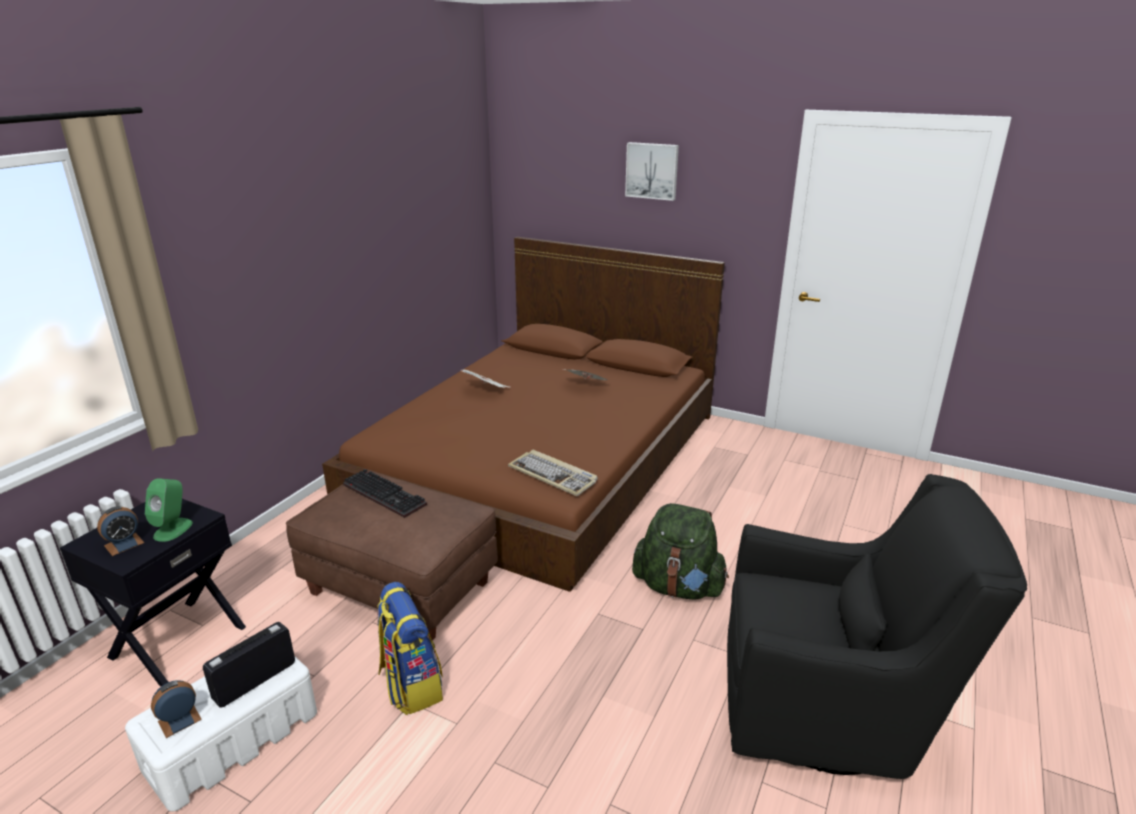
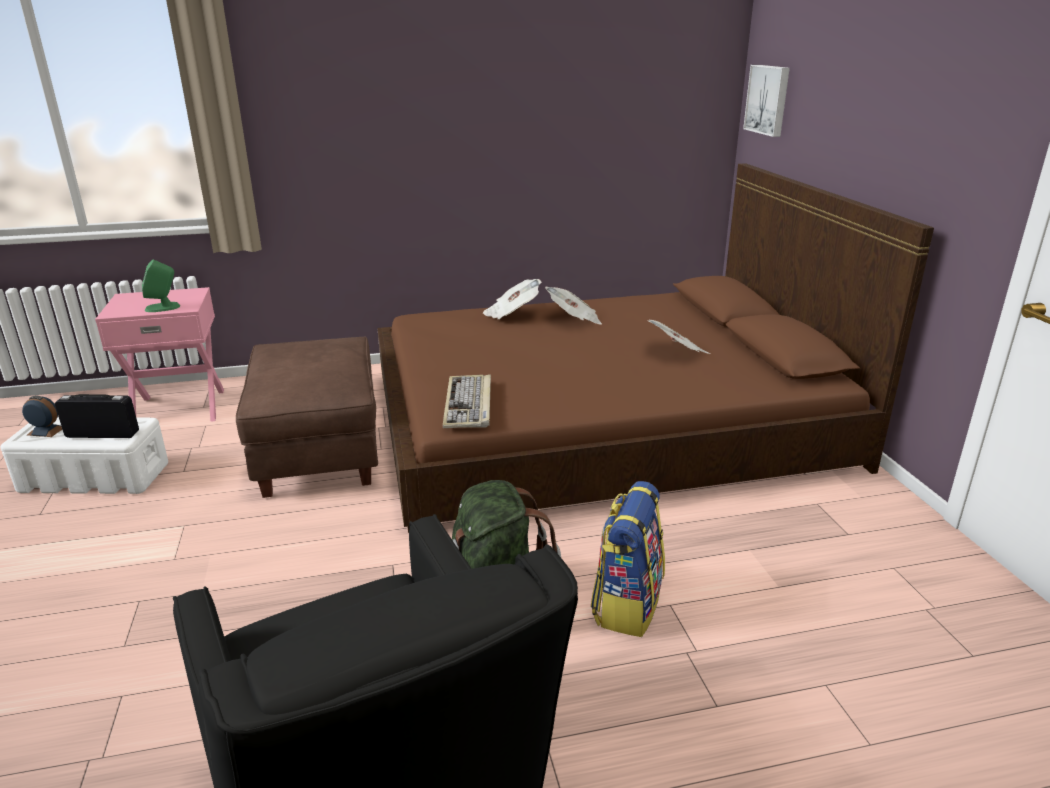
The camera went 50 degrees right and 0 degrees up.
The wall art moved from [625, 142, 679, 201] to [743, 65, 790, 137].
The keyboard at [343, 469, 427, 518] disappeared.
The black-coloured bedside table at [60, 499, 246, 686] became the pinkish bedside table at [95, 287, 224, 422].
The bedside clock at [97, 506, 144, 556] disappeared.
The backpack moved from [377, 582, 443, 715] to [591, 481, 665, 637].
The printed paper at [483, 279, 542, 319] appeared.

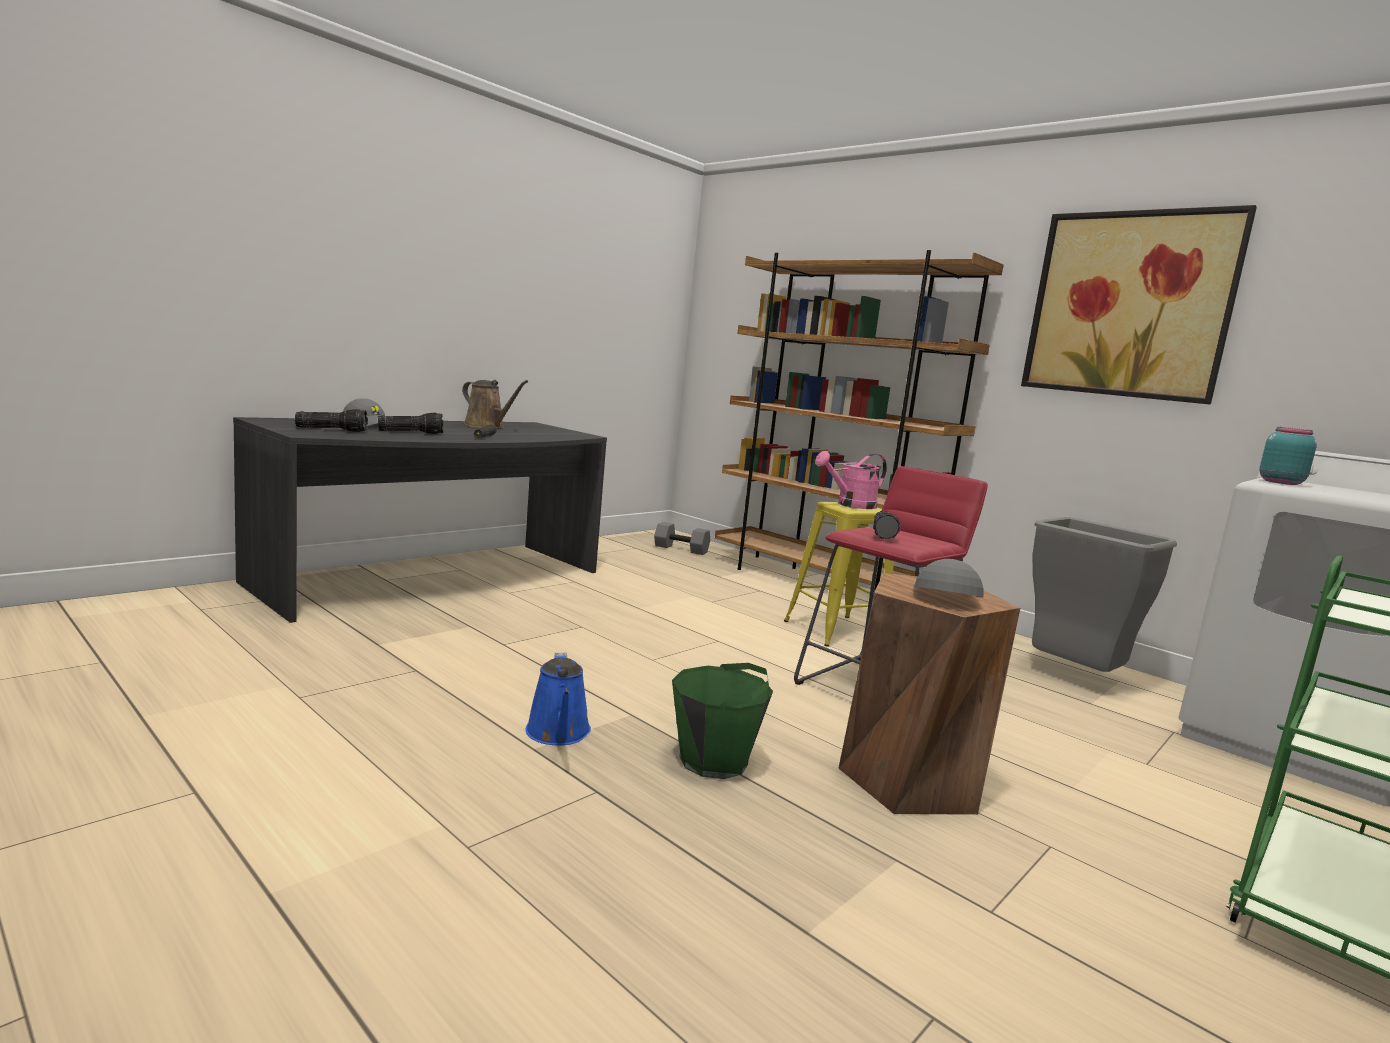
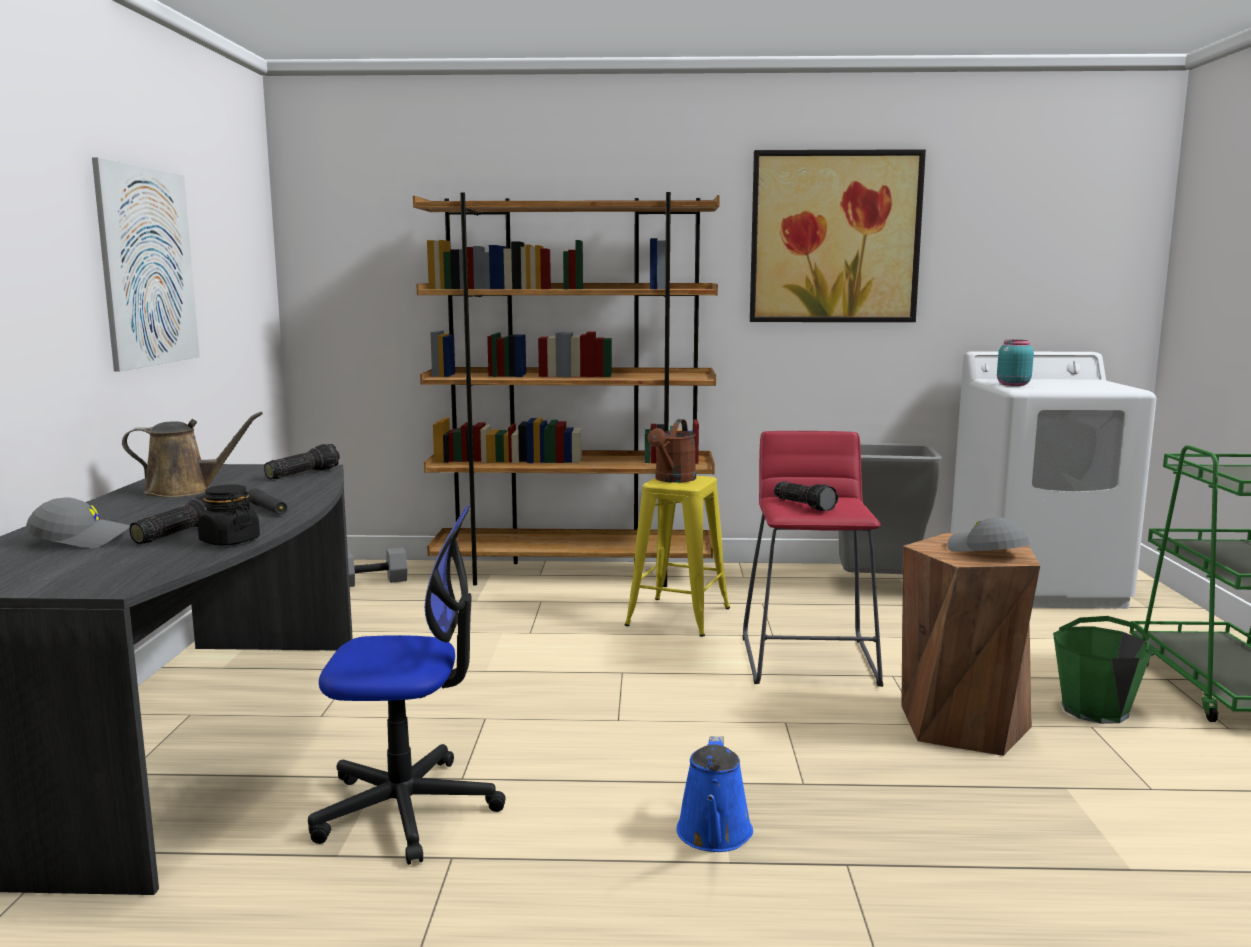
The camera went 40 degrees left and 0 degrees up.
The torch moved from [295, 409, 368, 432] to [264, 444, 340, 479].
The pinkish sprinkling can at [815, 451, 887, 509] became the brownish sprinkling can at [648, 419, 696, 483].
The bluish sprinkling can at [525, 653, 591, 745] turned 60 degrees clockwise.
The green water bucket moved from [672, 663, 773, 779] to [1053, 616, 1153, 724].
The wall art at [92, 157, 200, 372] appeared.
The black-coloured preserve jar at [198, 484, 260, 546] appeared.
The desk chair at [308, 505, 506, 865] appeared.

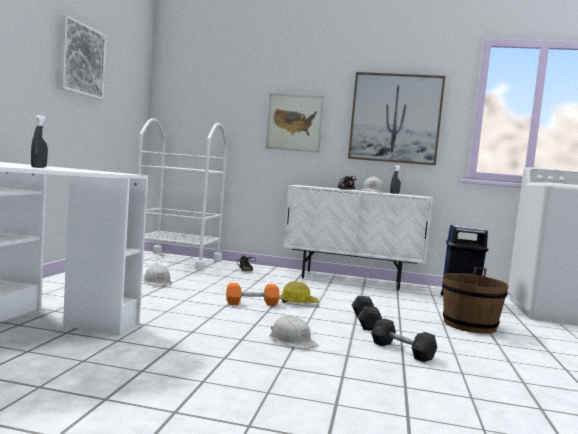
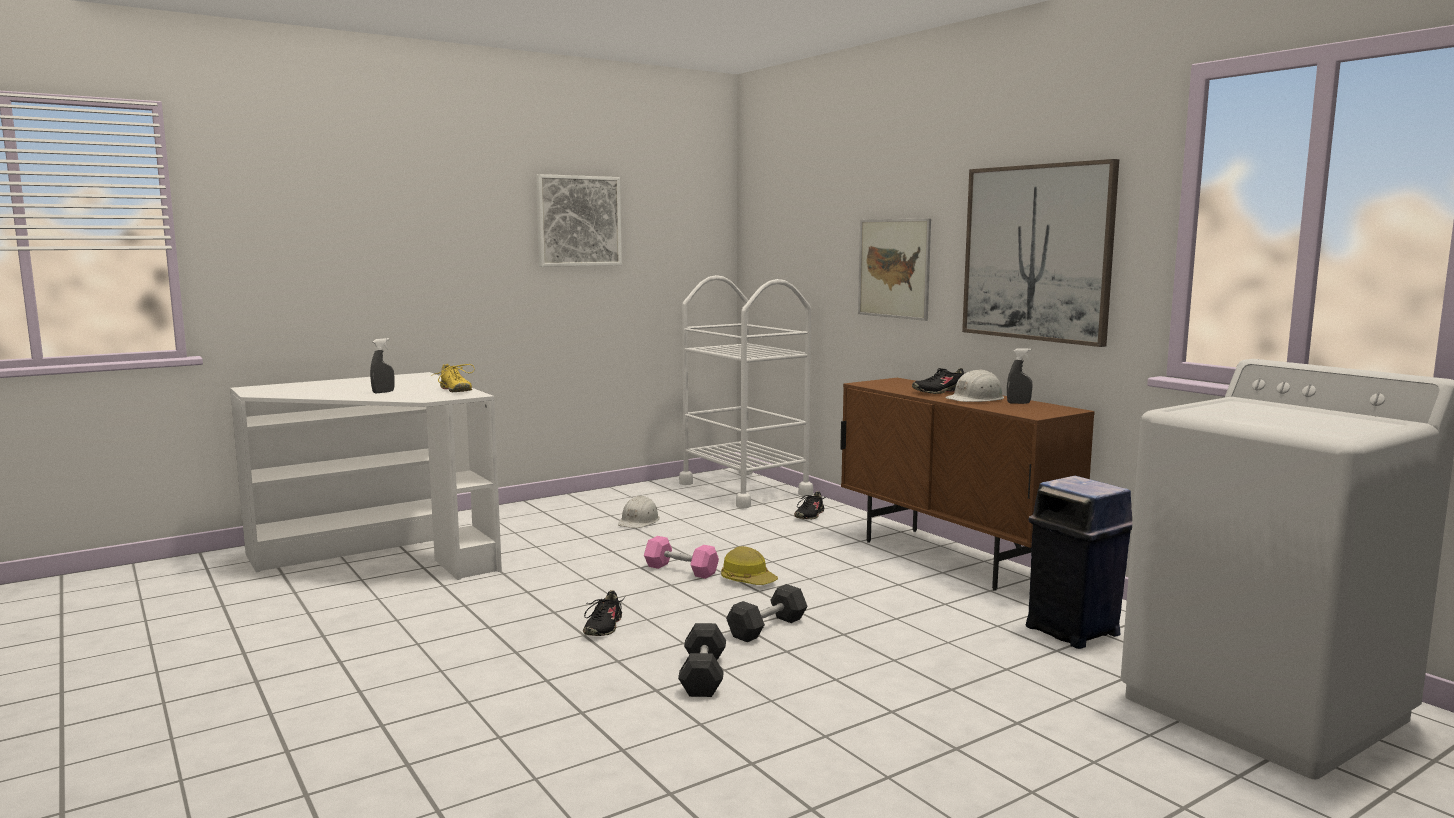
The camera went 45 degrees right and 5 degrees up.
The white cupboard at [283, 185, 433, 290] became the brownish cupboard at [840, 378, 1095, 591].
The brownish water bucket at [442, 267, 509, 334] disappeared.
The orange-coloured free weight at [226, 283, 279, 306] became the pinkish free weight at [644, 536, 719, 579].
The white work helmet at [269, 315, 318, 349] was replaced by the black-coloured item of footwear at [583, 590, 626, 636].
The yellowish item of footwear at [431, 364, 475, 392] appeared.

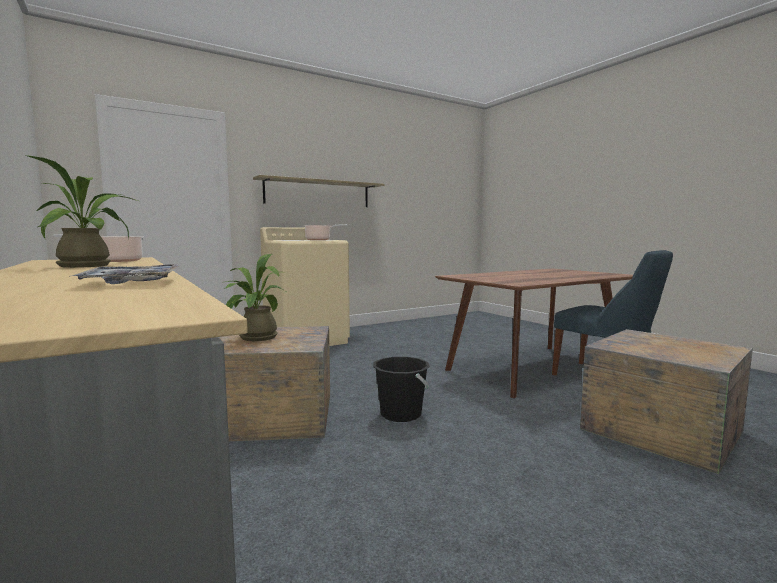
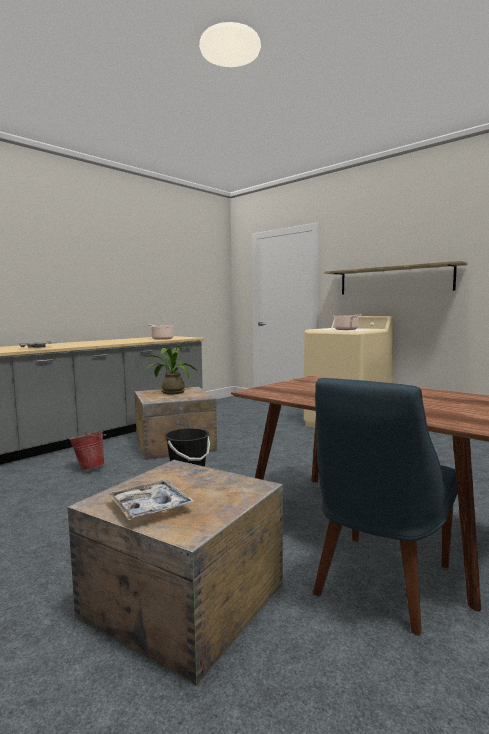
The camera went 75 degrees right and 0 degrees up.
The potted plant at [26, 155, 138, 268] disappeared.
The water bucket at [69, 431, 106, 470] appeared.
The tray at [107, 480, 195, 520] appeared.

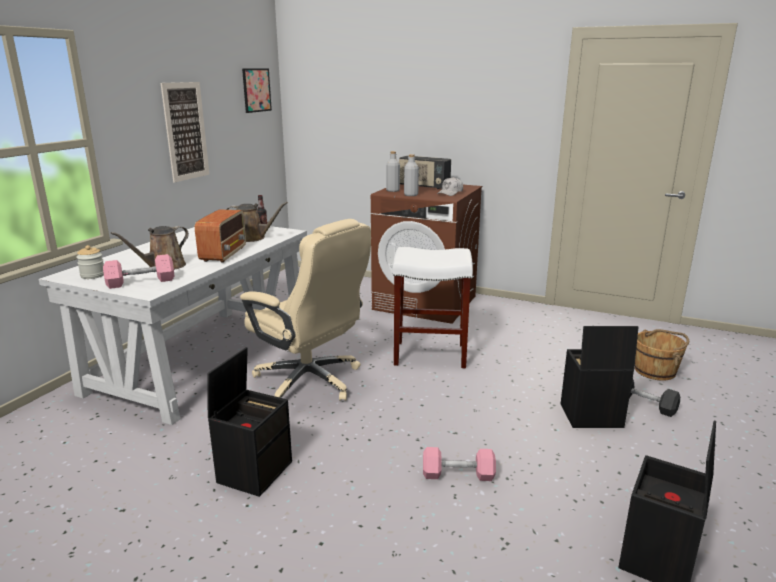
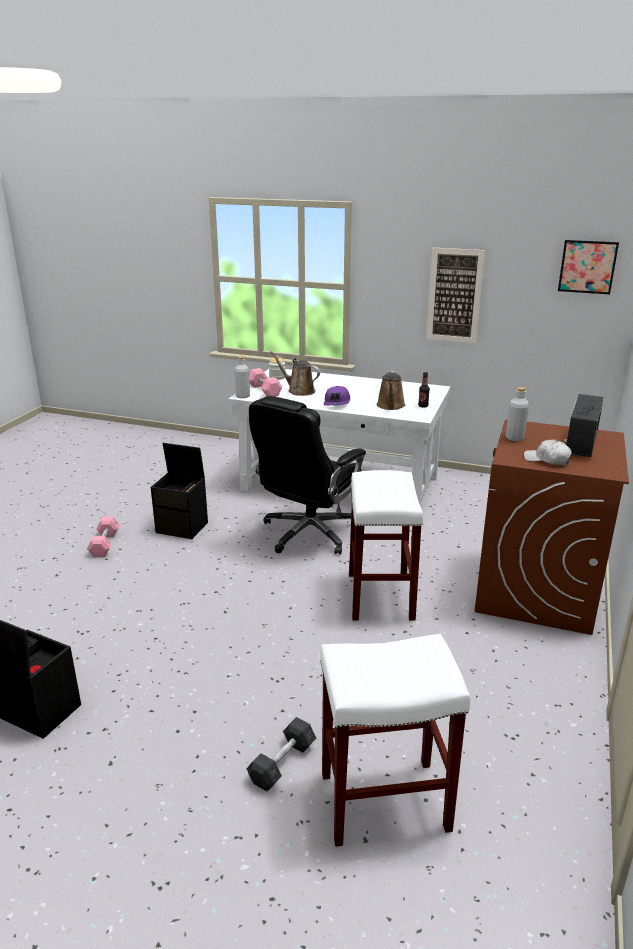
The camera went 85 degrees right and 5 degrees up.
The gray beverage bottle moved from [386, 151, 400, 192] to [235, 356, 250, 398].
The radio at [195, 209, 246, 263] was replaced by the purple cap at [324, 386, 350, 406].
The beige desk chair at [240, 219, 371, 401] became the black-coloured desk chair at [249, 396, 366, 555].
The black-coloured storage container at [561, 326, 639, 428] disappeared.
The brownish water bucket at [635, 329, 689, 381] was replaced by the white sitting stool at [320, 634, 471, 847].
The pinkish free weight moved from [423, 447, 496, 481] to [87, 517, 120, 557].

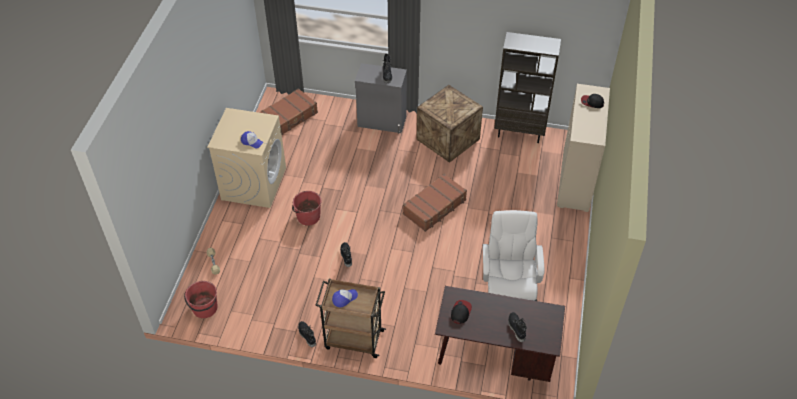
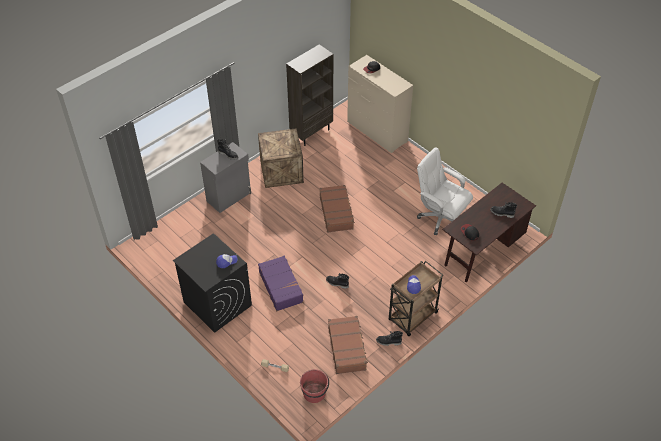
The camera went 55 degrees left and 0 degrees up.
The brownish suitcase moved from [259, 88, 318, 135] to [328, 316, 368, 374].
The beige washing machine at [207, 108, 286, 208] became the black-coloured washing machine at [173, 233, 252, 333].
The red water bucket at [292, 191, 321, 226] was replaced by the purple suitcase at [258, 256, 304, 311].

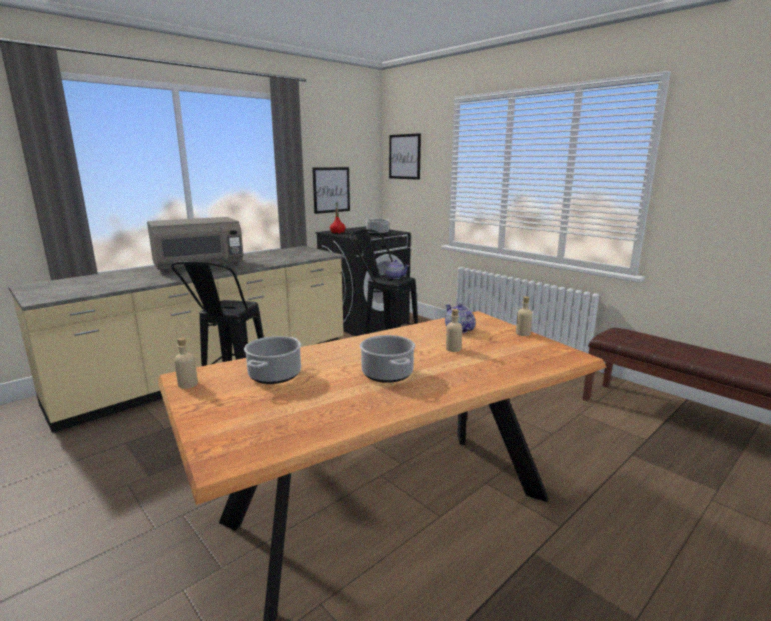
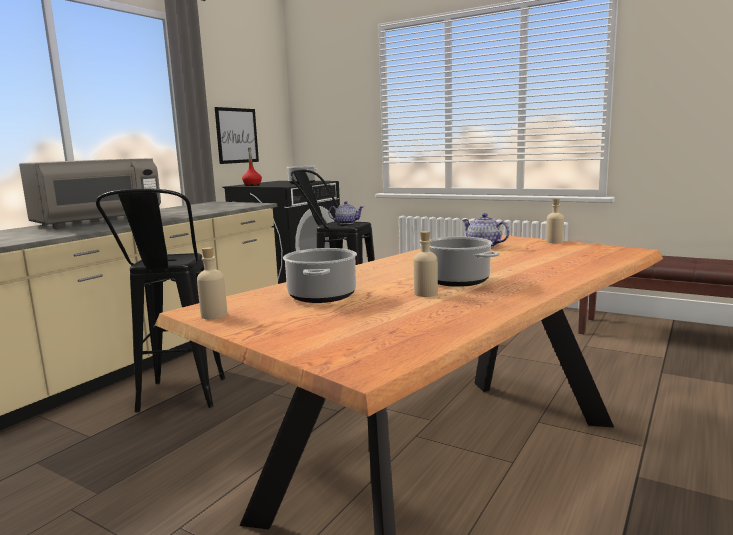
The camera went 15 degrees left and 5 degrees down.
The wall art at [389, 133, 421, 180] disappeared.
The beige beverage bottle moved from [446, 309, 462, 352] to [414, 231, 438, 297].

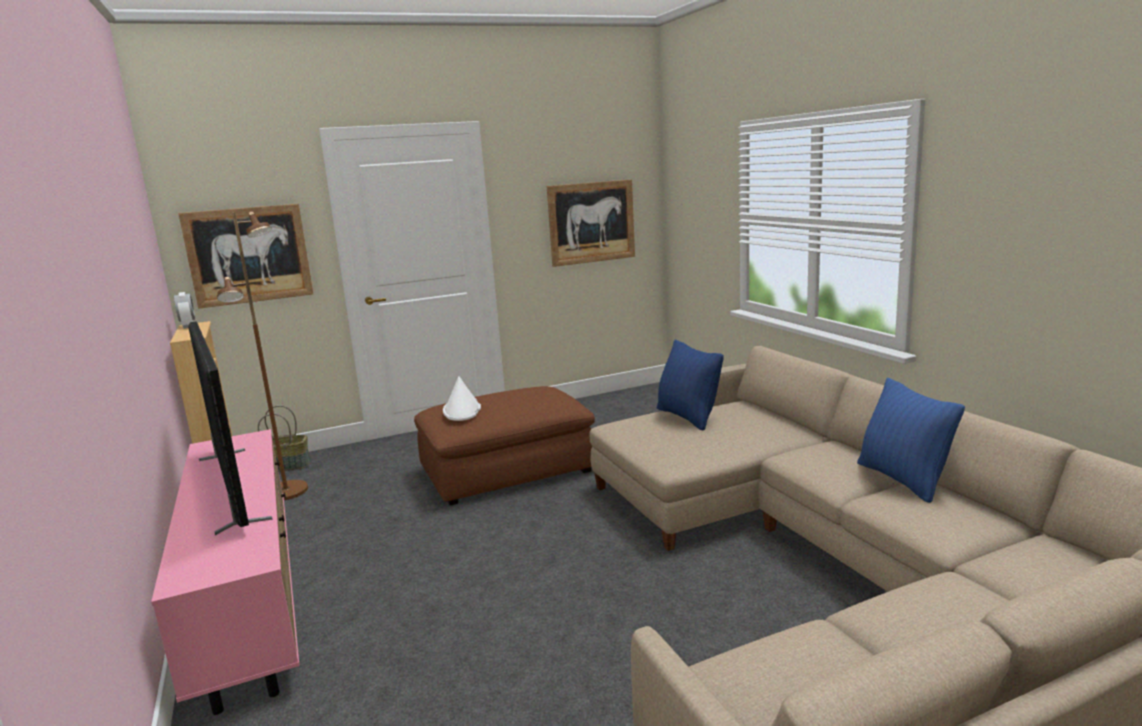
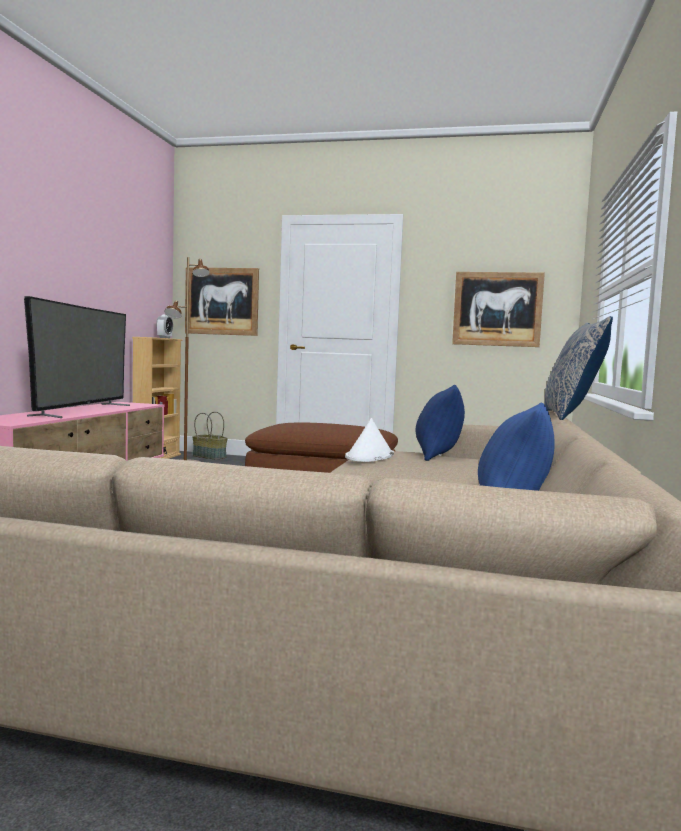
The camera went 35 degrees right and 10 degrees down.
The white hat moved from [443, 376, 481, 421] to [345, 418, 394, 462].
The cushion at [545, 316, 613, 420] appeared.

